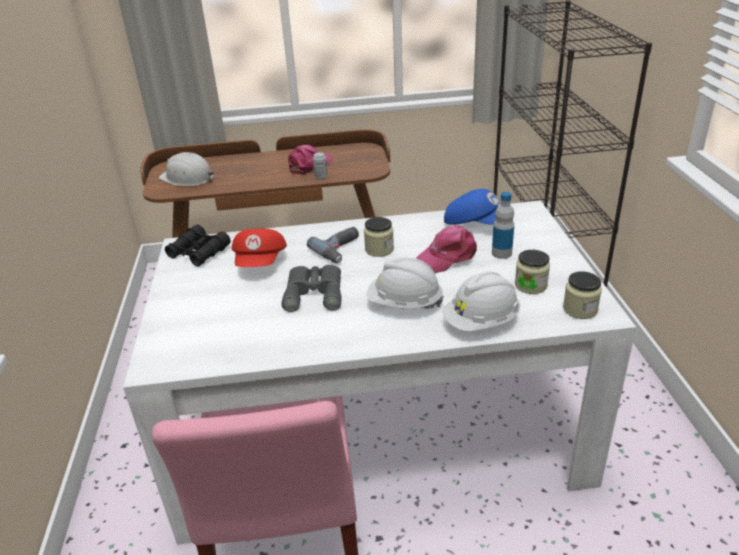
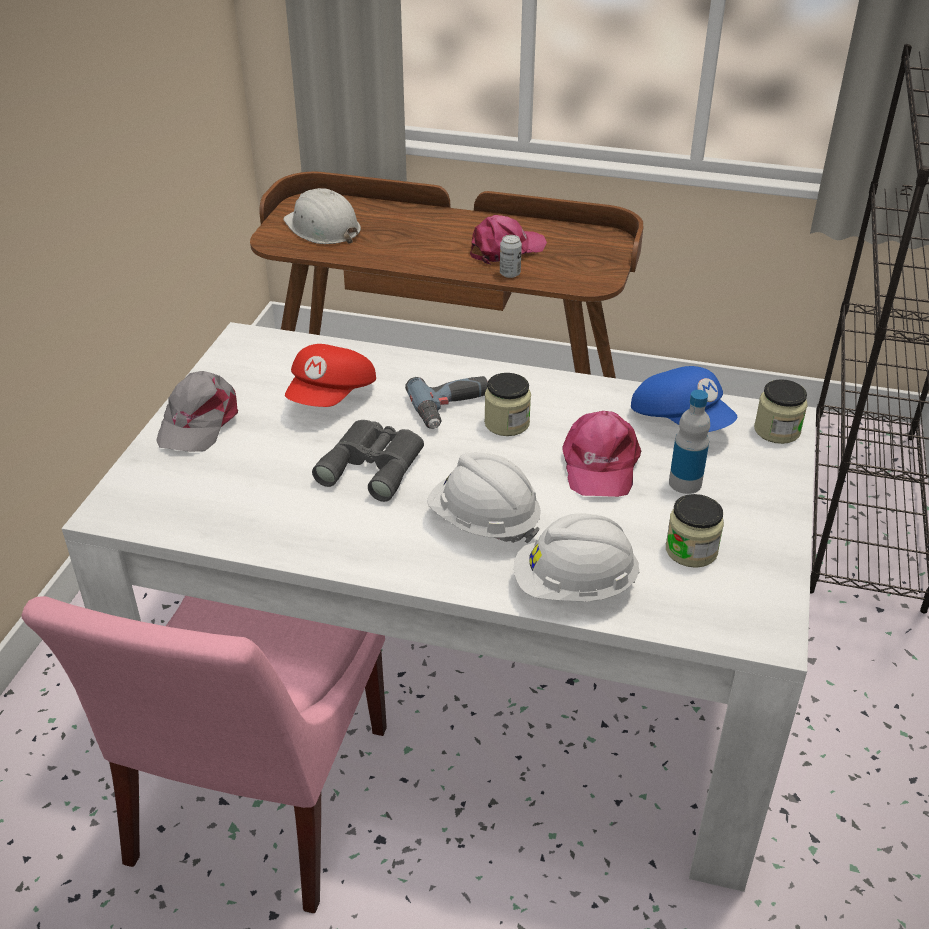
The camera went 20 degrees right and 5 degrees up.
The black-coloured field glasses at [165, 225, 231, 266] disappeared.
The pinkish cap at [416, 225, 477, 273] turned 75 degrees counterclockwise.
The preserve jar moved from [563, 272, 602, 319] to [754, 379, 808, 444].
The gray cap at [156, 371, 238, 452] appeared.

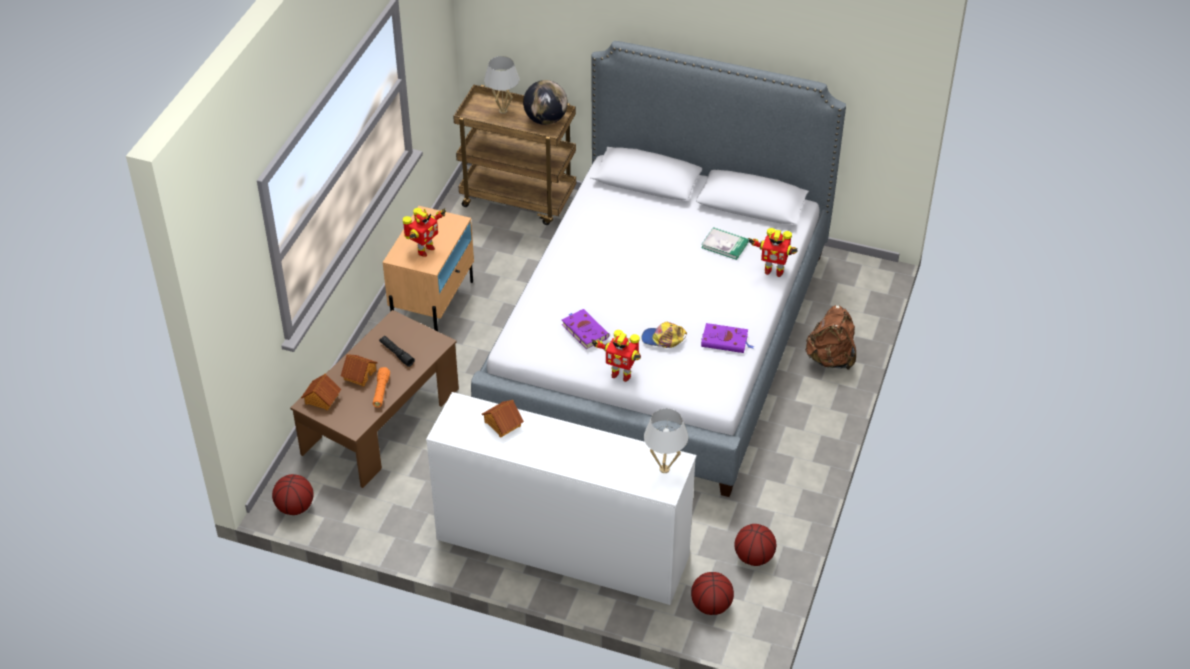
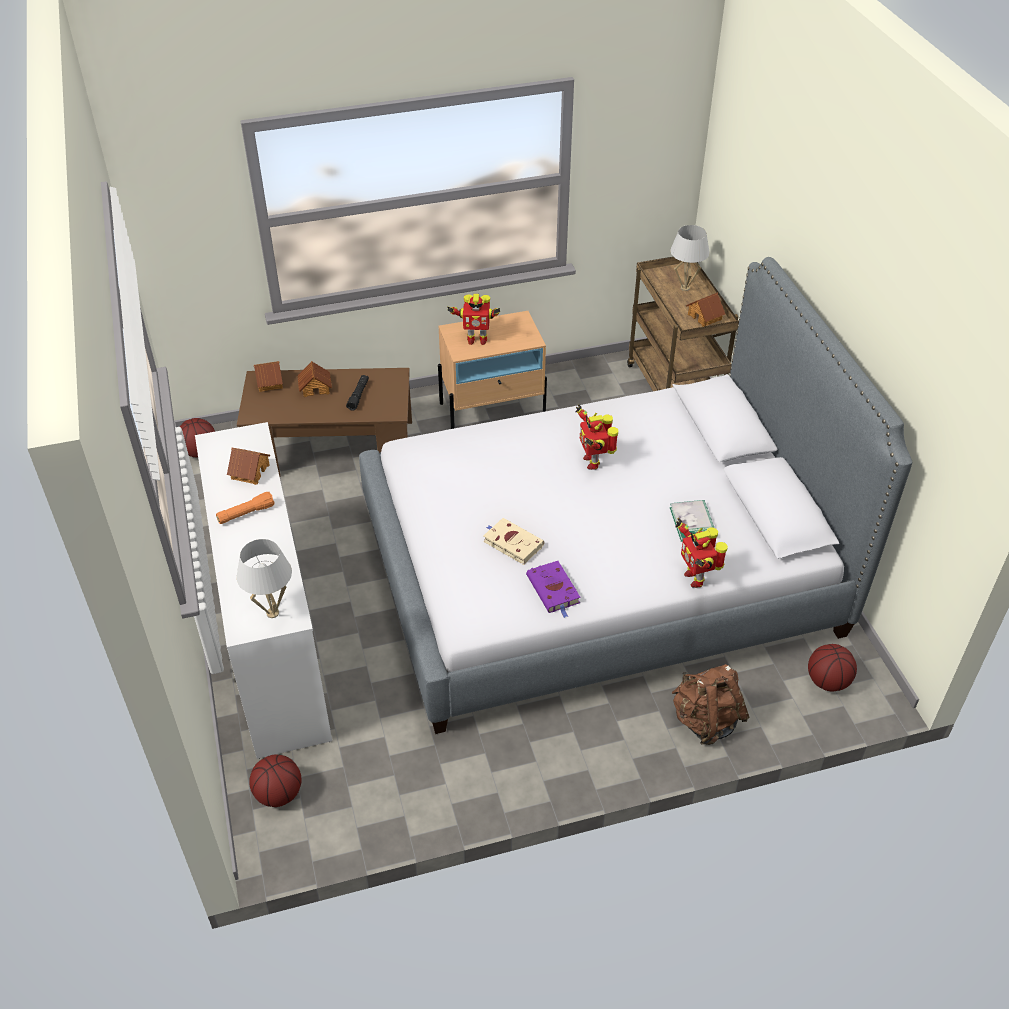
The camera went 55 degrees right and 0 degrees up.
The desk globe at [523, 80, 568, 125] was replaced by the miniature house at [686, 292, 725, 327].
The purple book at [562, 309, 610, 349] disappeared.
The cap at [641, 322, 687, 348] was replaced by the beige book at [483, 518, 544, 565].
The model robot moved from [592, 330, 641, 382] to [575, 404, 618, 470].
The orange-coloured torch moved from [373, 367, 390, 408] to [216, 492, 275, 524].
The basketball ball moved from [734, 524, 776, 566] to [808, 644, 857, 691].

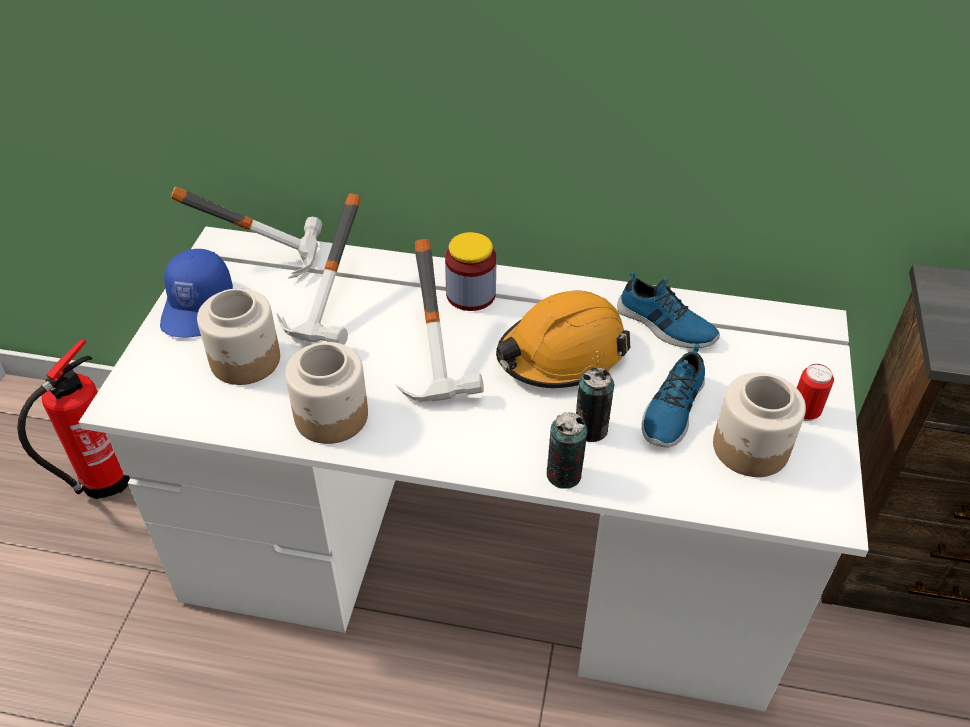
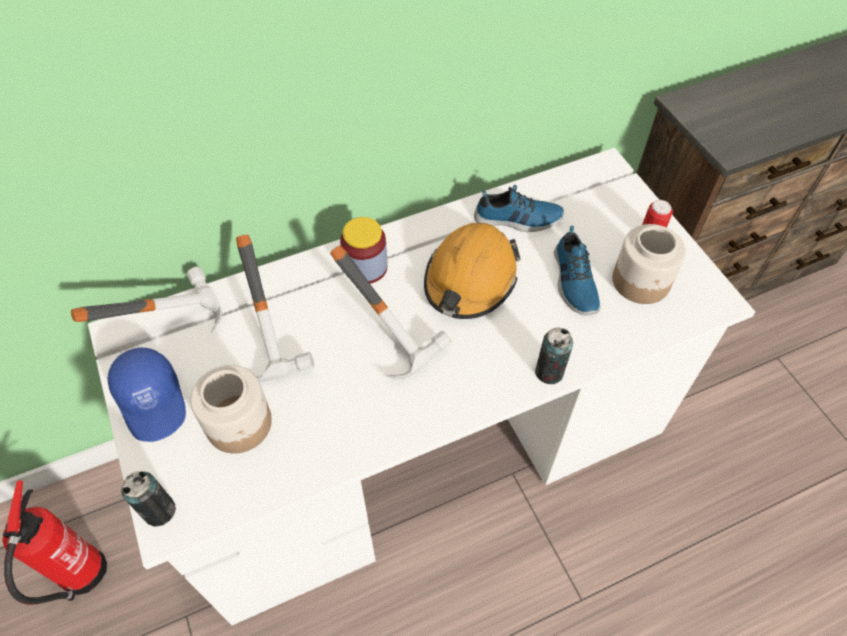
The camera went 35 degrees left and 10 degrees up.
The preserve jar at [285, 342, 368, 444] disappeared.
The metal can moved from [576, 368, 615, 442] to [122, 471, 176, 527].

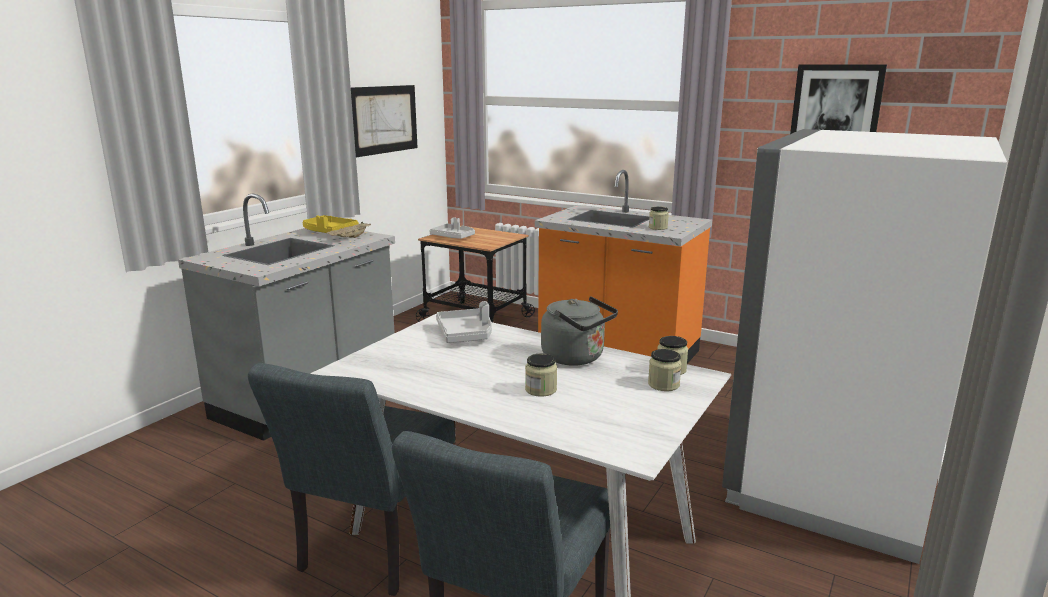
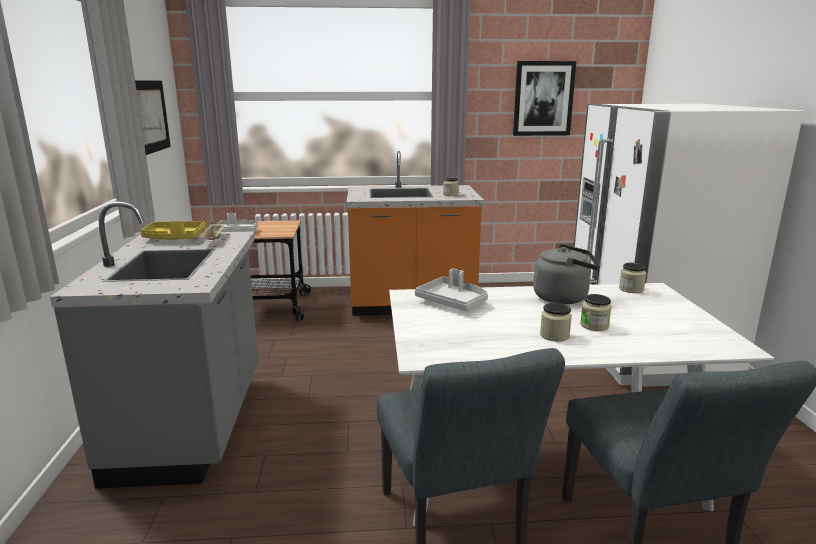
The camera went 35 degrees left and 0 degrees up.
The preserve jar moved from [648, 349, 682, 391] to [540, 303, 572, 342].

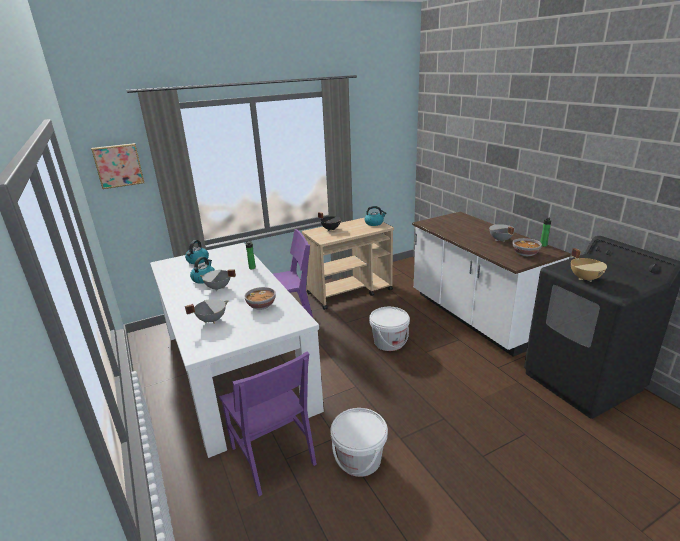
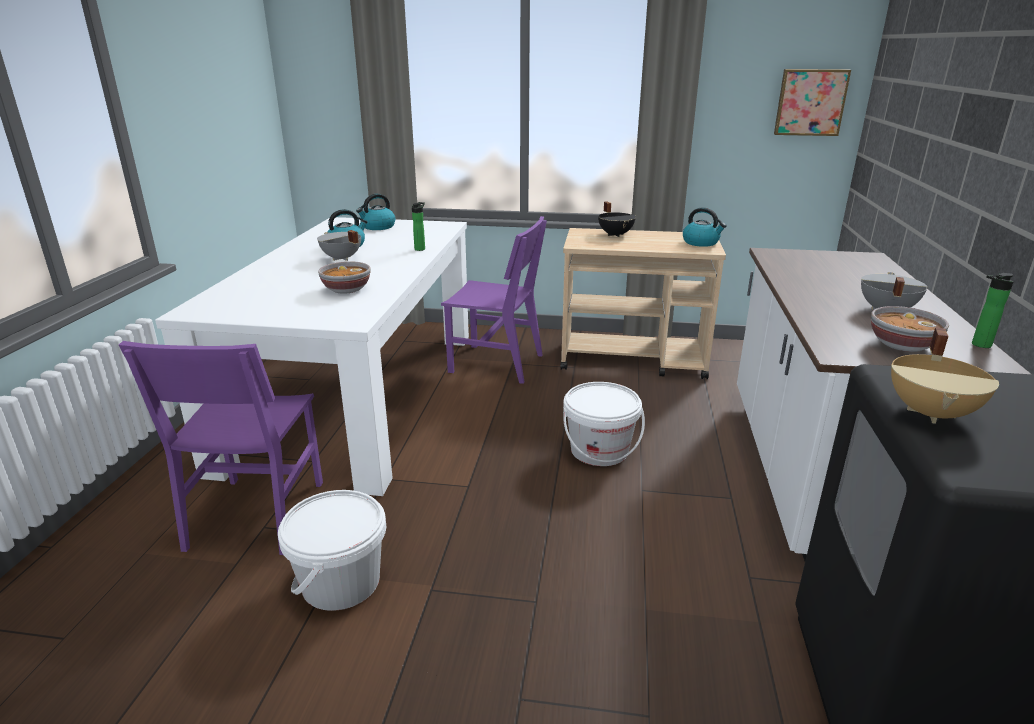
The camera went 35 degrees right and 0 degrees up.
The wall art moved from [91, 143, 144, 189] to [774, 69, 851, 136].
The gray stockpot at [185, 299, 228, 324] disappeared.

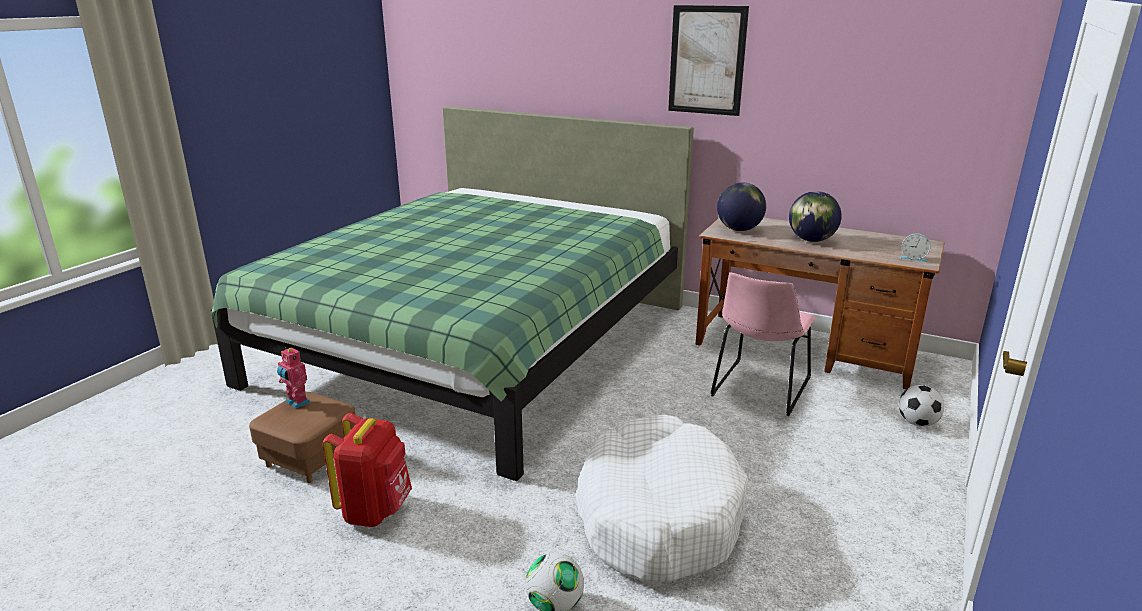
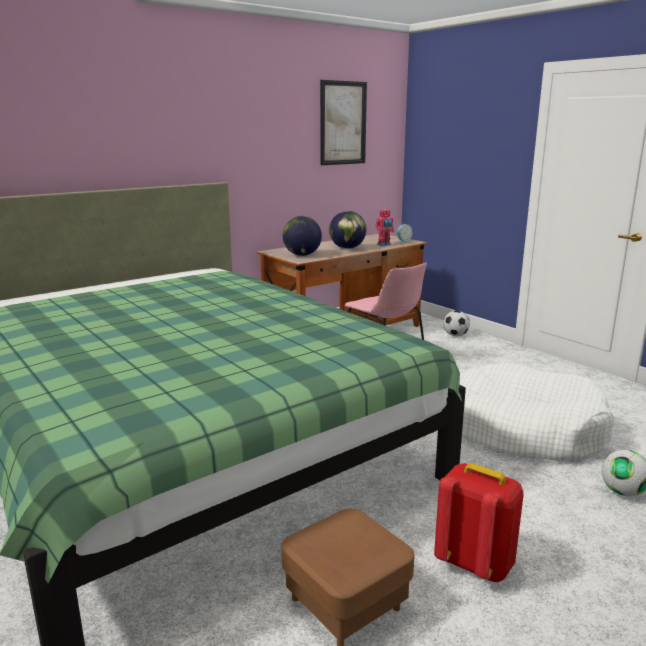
The camera went 65 degrees left and 5 degrees down.
The wall art moved from [668, 5, 749, 116] to [320, 80, 367, 165].
The model robot moved from [277, 347, 310, 409] to [375, 209, 394, 246].

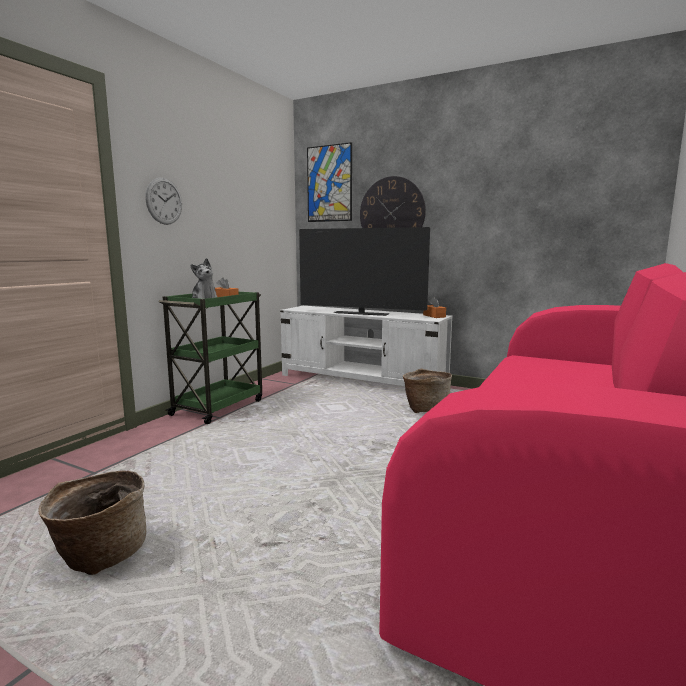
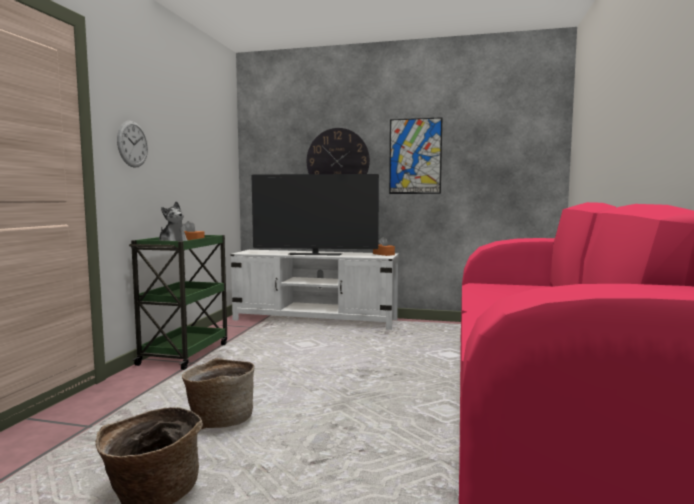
The camera went 15 degrees left and 5 degrees down.
The wall art moved from [307, 142, 352, 222] to [389, 117, 442, 194].
The storage basket moved from [403, 369, 452, 413] to [182, 358, 255, 429].

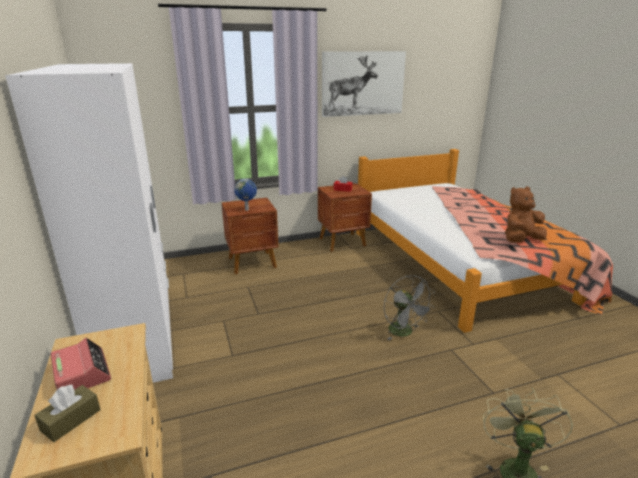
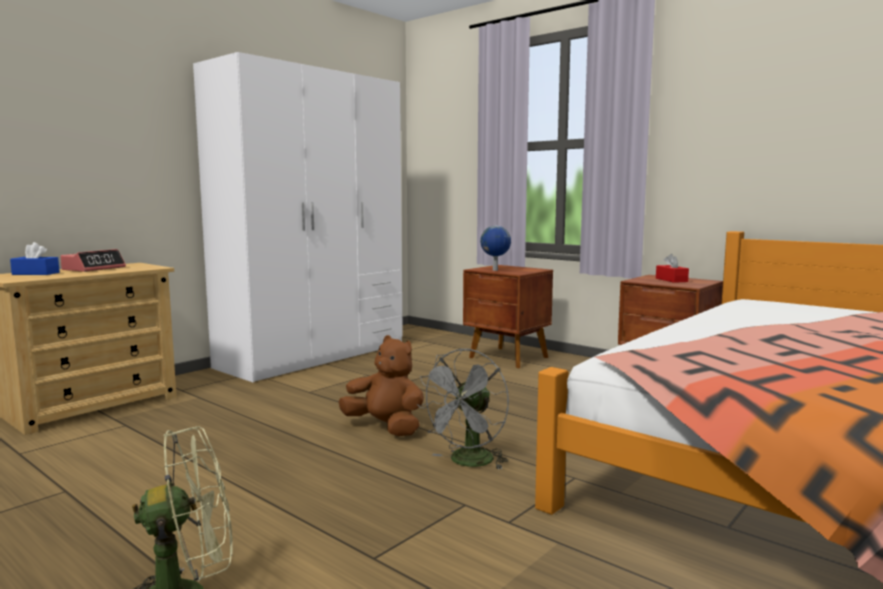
The camera went 60 degrees right and 15 degrees down.
The wall art at [322, 51, 406, 117] disappeared.
The brownish plush toy moved from [505, 186, 547, 243] to [338, 335, 424, 436].
The brownish box of tissues at [34, 385, 101, 442] became the bluish box of tissues at [10, 242, 60, 275].

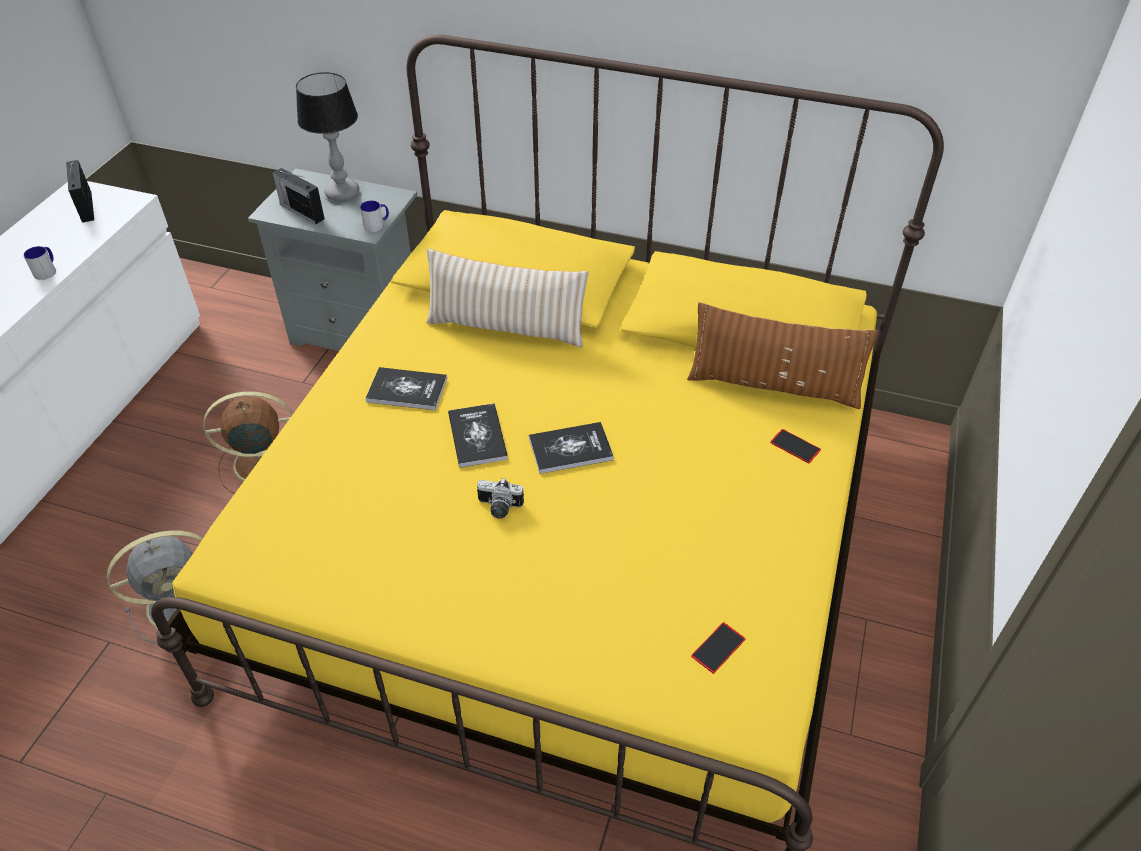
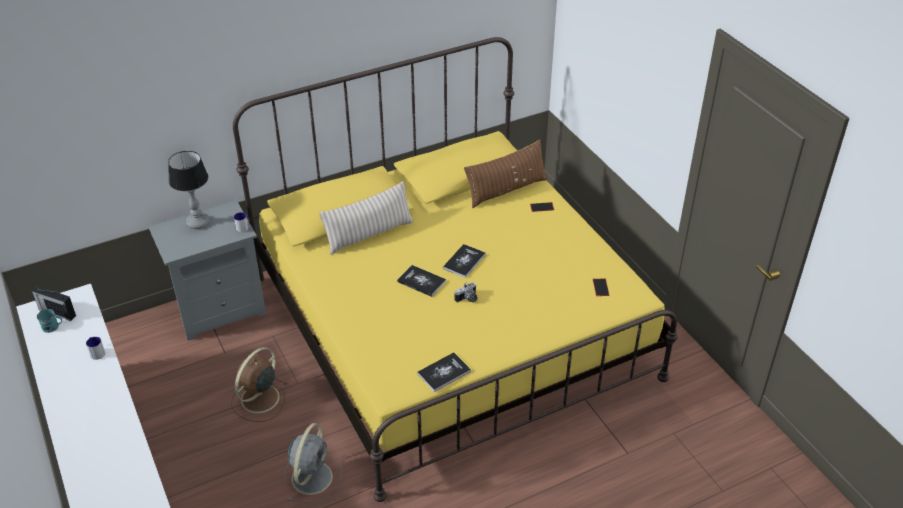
The camera went 45 degrees left and 5 degrees down.
The radio at [272, 168, 325, 224] disappeared.
The book moved from [365, 367, 447, 410] to [417, 352, 471, 392].
The turquoise-coloured coffee mug at [37, 309, 62, 333] appeared.

